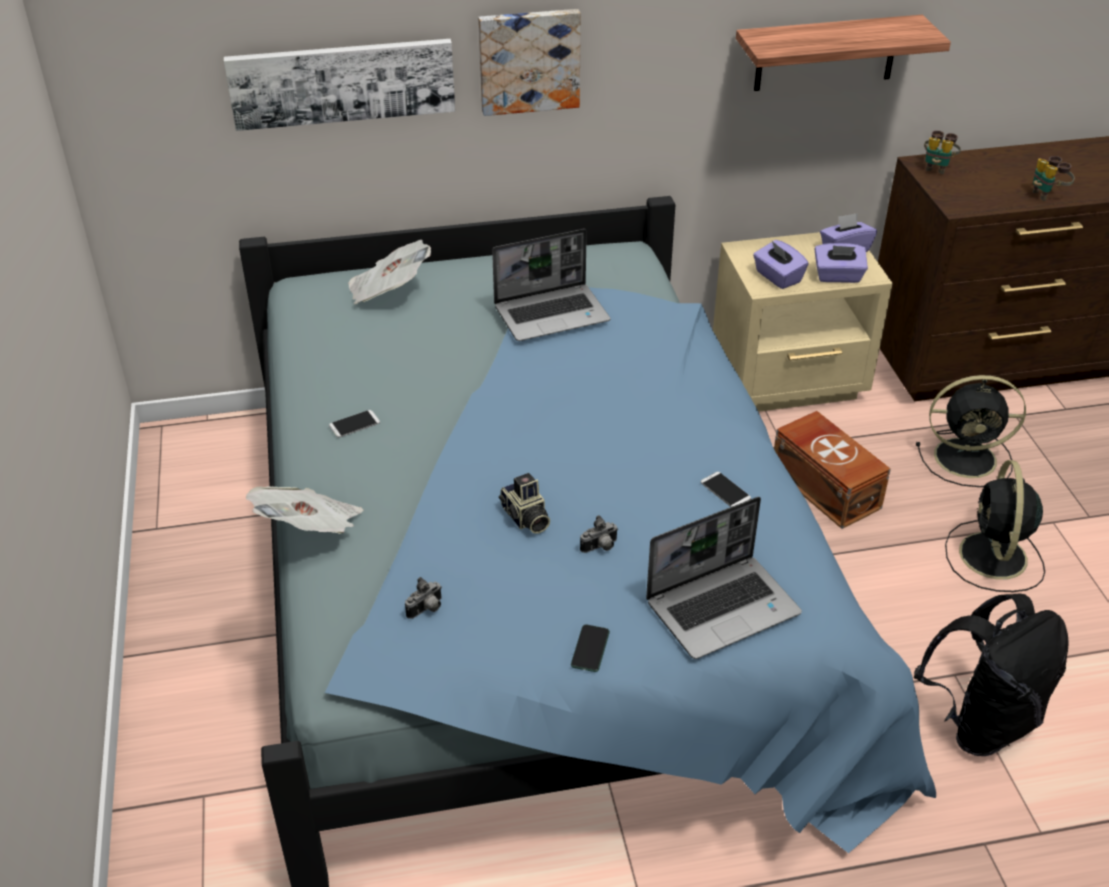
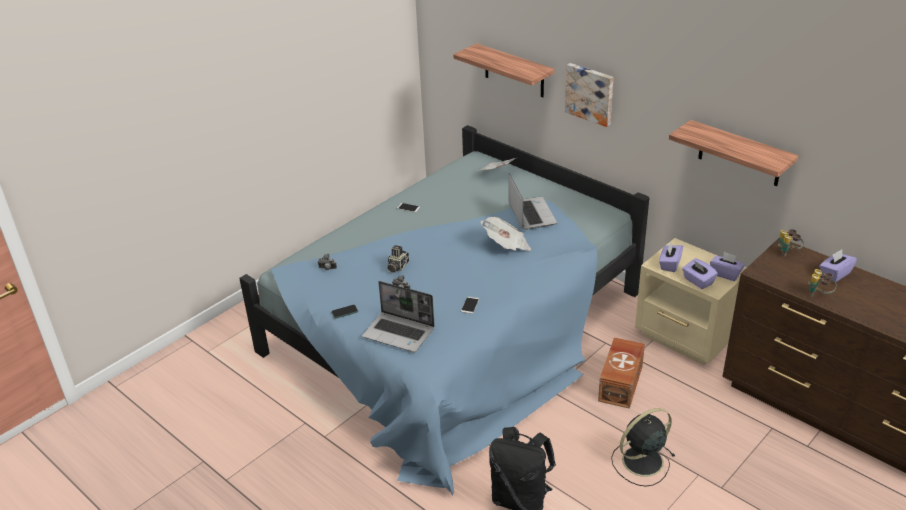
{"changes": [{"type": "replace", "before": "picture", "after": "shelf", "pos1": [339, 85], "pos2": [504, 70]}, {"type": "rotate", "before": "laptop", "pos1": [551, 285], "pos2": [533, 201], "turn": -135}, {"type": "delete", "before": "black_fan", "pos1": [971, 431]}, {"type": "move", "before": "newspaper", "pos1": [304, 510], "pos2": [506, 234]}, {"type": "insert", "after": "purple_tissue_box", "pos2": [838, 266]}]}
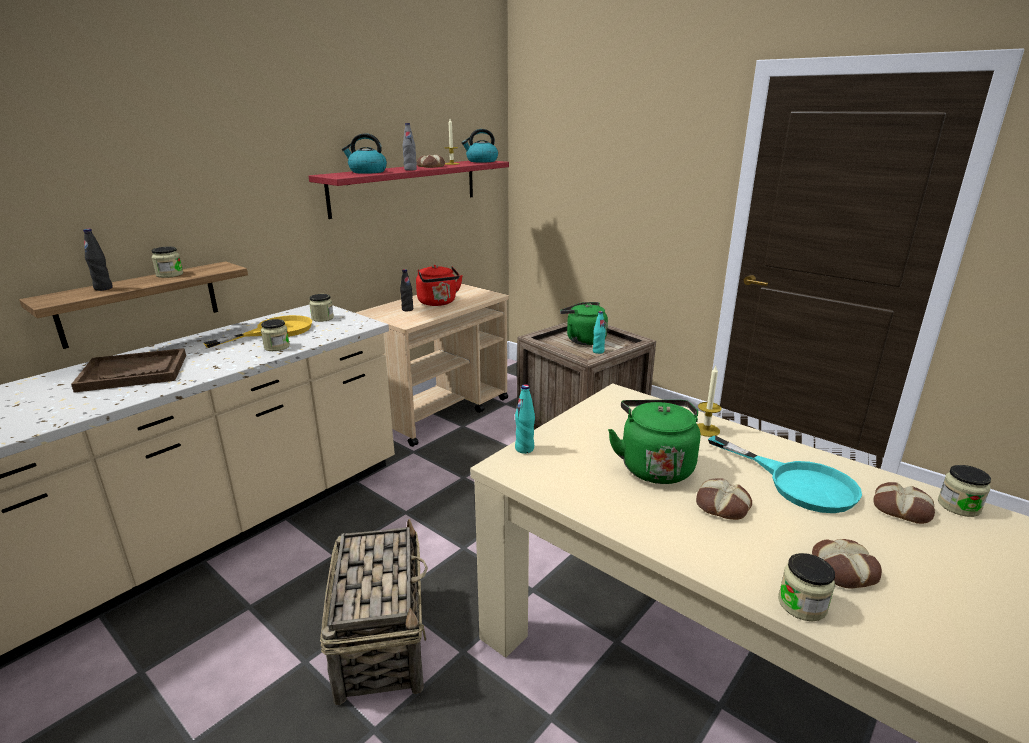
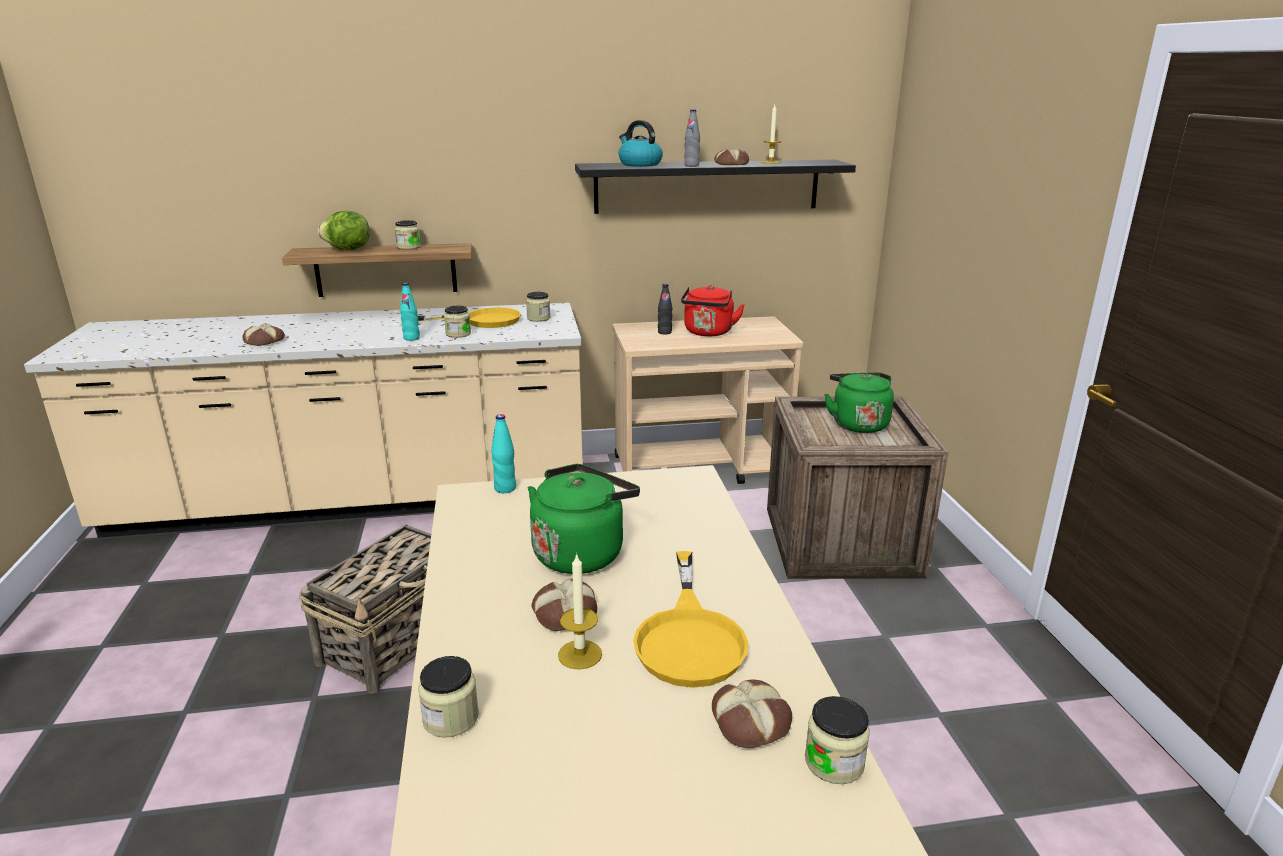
{"changes": [{"type": "delete", "before": "kettle", "pos1": [480, 146]}, {"type": "recolor", "before": "red_shelf", "after": "black_shelf", "pos1": [409, 190], "pos2": [715, 187]}, {"type": "replace", "before": "black_bottle", "after": "lettuce", "pos1": [98, 260], "pos2": [344, 230]}, {"type": "move", "before": "turquoise_bottle", "pos1": [599, 332], "pos2": [410, 312]}, {"type": "delete", "before": "brown_tray", "pos1": [128, 370]}, {"type": "move", "before": "candle", "pos1": [709, 401], "pos2": [580, 611]}, {"type": "recolor", "before": "turquoise_frying_pan", "after": "yellow_frying_pan", "pos1": [785, 474], "pos2": [690, 619]}, {"type": "move", "before": "bread", "pos1": [847, 564], "pos2": [263, 334]}]}
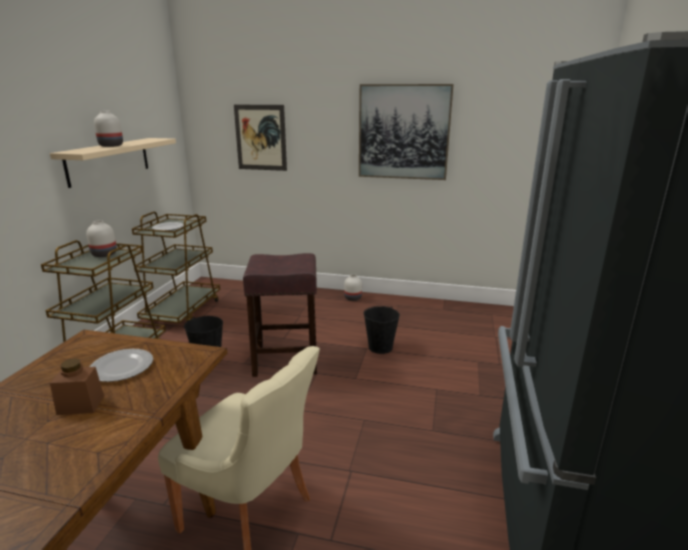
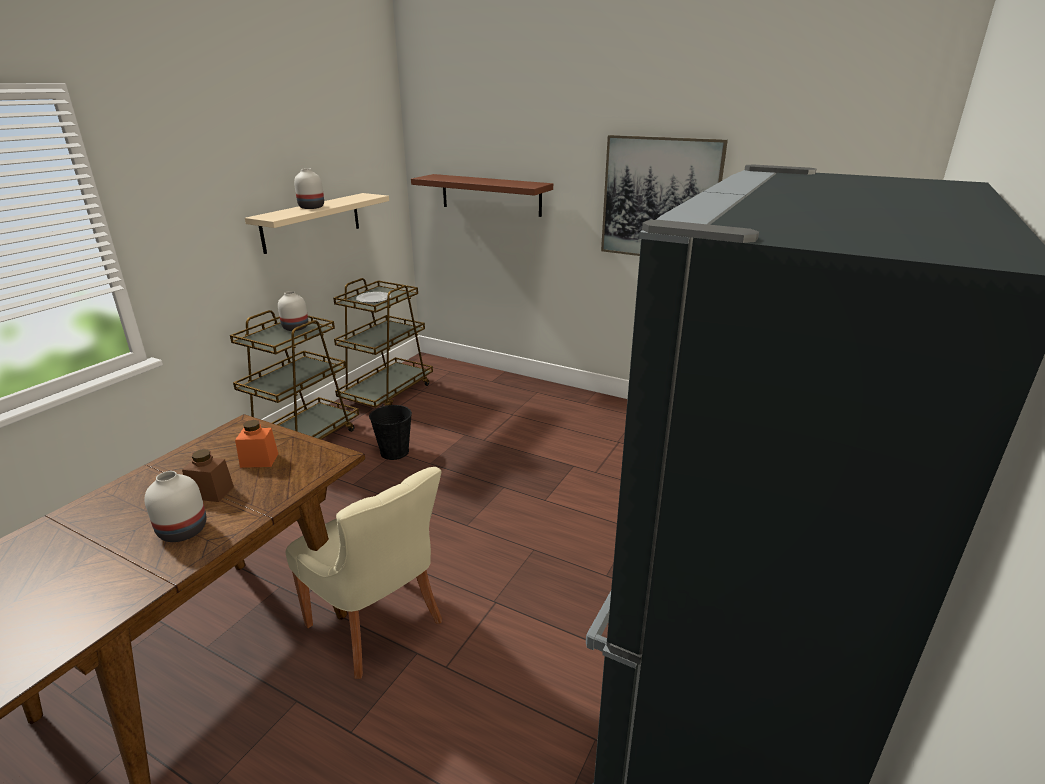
{"changes": [{"type": "replace", "before": "picture", "after": "brown_shelf", "pos1": [260, 138], "pos2": [482, 195]}, {"type": "delete", "before": "brown_stool", "pos1": [280, 315]}, {"type": "move", "before": "white_vase", "pos1": [353, 287], "pos2": [175, 506]}, {"type": "delete", "before": "black_bucket", "pos1": [381, 330]}, {"type": "replace", "before": "plate", "after": "orange_jar", "pos1": [121, 365], "pos2": [256, 444]}]}
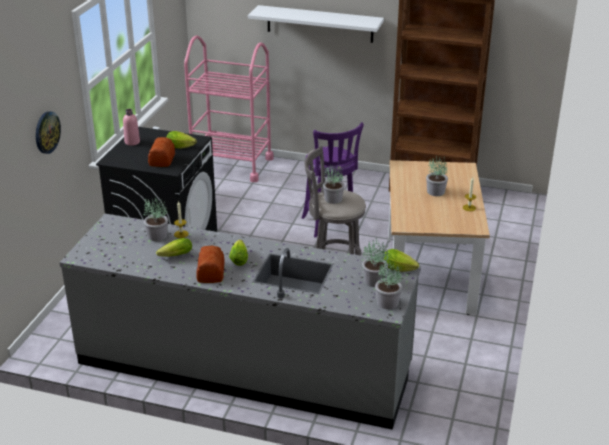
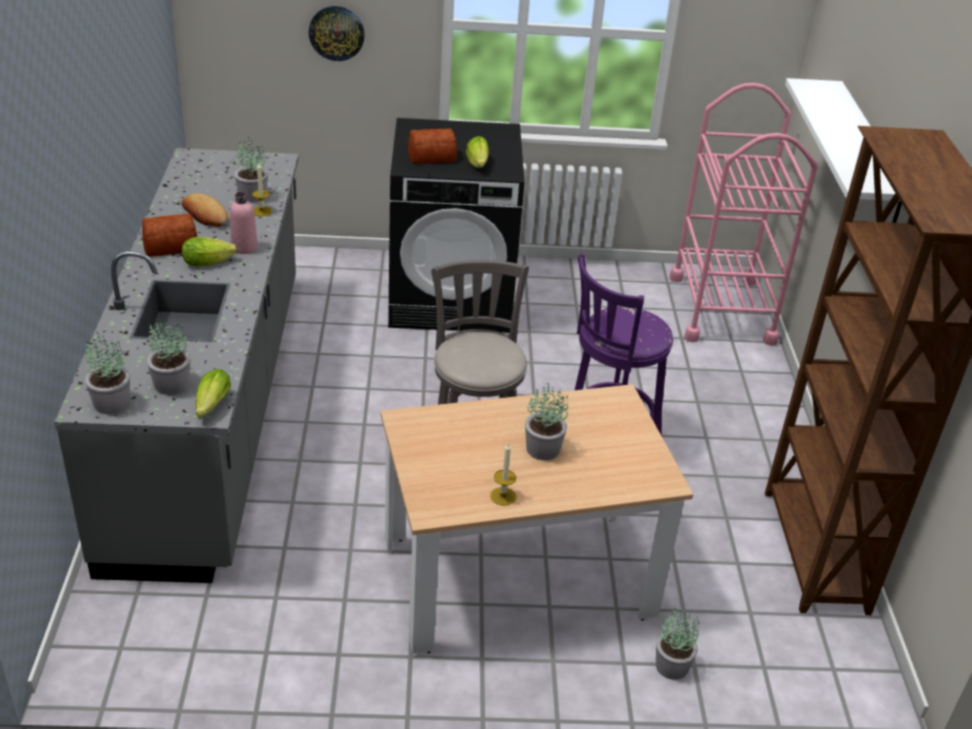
{"changes": [{"type": "move", "before": "pink_bottle", "pos1": [131, 127], "pos2": [244, 223]}, {"type": "move", "before": "potted_plant", "pos1": [334, 184], "pos2": [678, 644]}, {"type": "replace", "before": "lettuce", "after": "bread", "pos1": [174, 247], "pos2": [204, 210]}]}
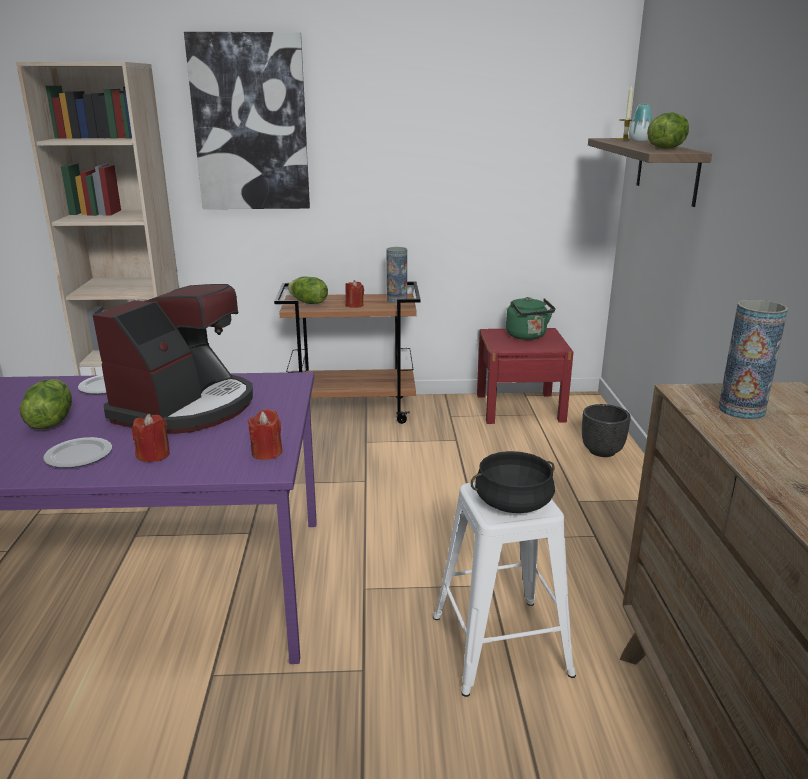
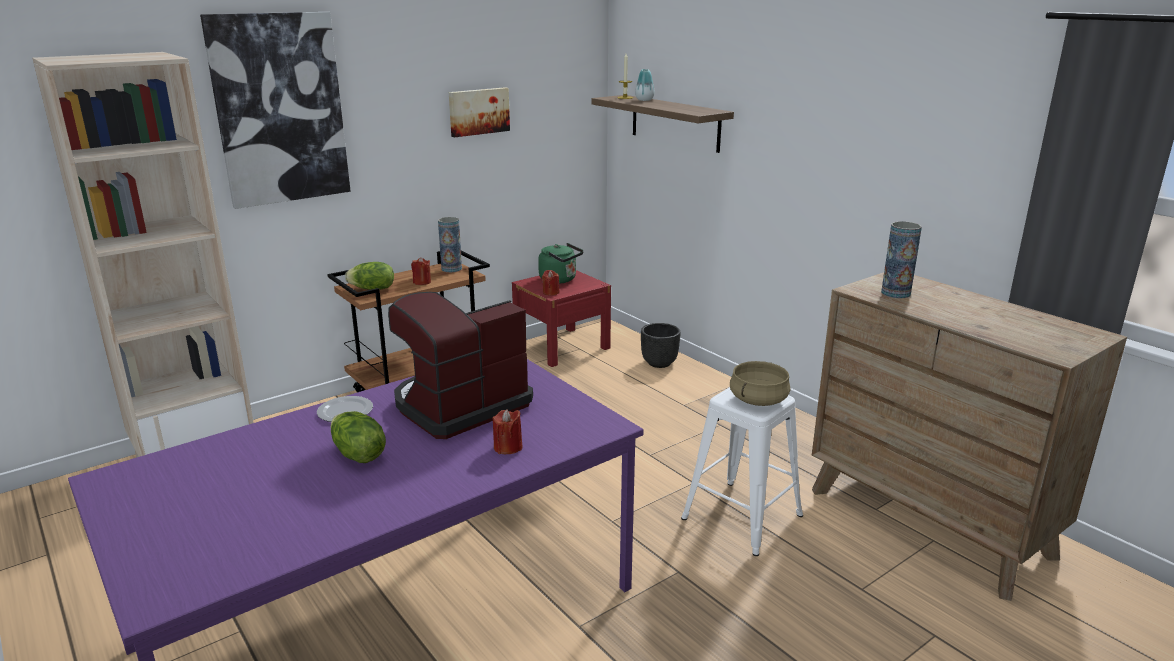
{"changes": [{"type": "delete", "before": "lettuce", "pos1": [668, 130]}, {"type": "rotate", "before": "coffee_machine", "pos1": [173, 359], "pos2": [460, 365], "turn": -120}, {"type": "move", "before": "red_candle", "pos1": [265, 434], "pos2": [550, 283]}, {"type": "delete", "before": "plate", "pos1": [77, 452]}, {"type": "recolor", "before": "black_cooking_pot", "after": "beige_cooking_pot", "pos1": [513, 482], "pos2": [760, 383]}, {"type": "insert", "after": "picture", "pos2": [479, 112]}]}
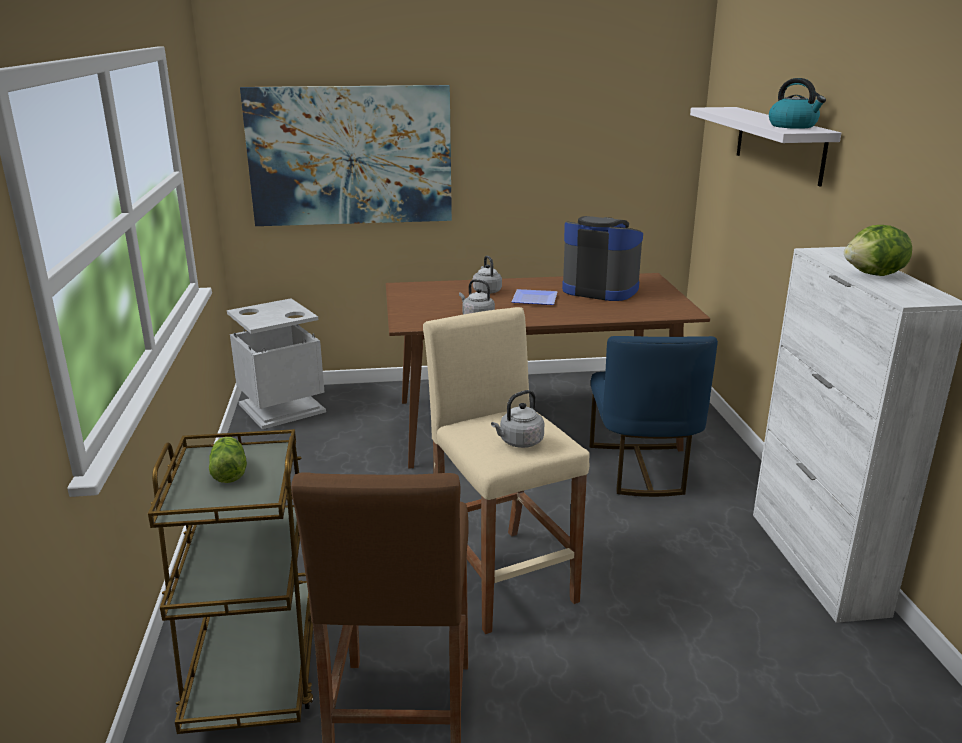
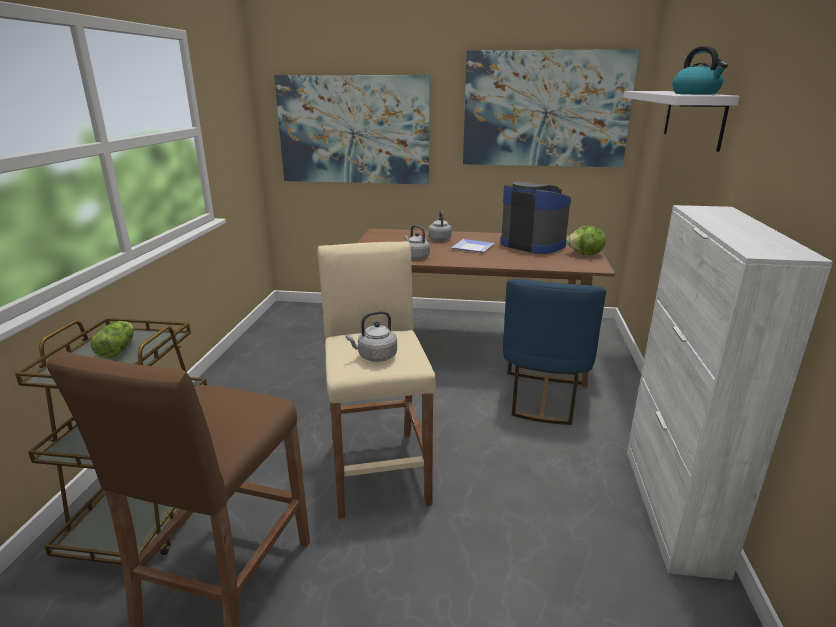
{"changes": [{"type": "move", "before": "lettuce", "pos1": [878, 250], "pos2": [586, 241]}, {"type": "delete", "before": "grey_trash_can", "pos1": [276, 363]}, {"type": "insert", "after": "picture", "pos2": [551, 108]}]}
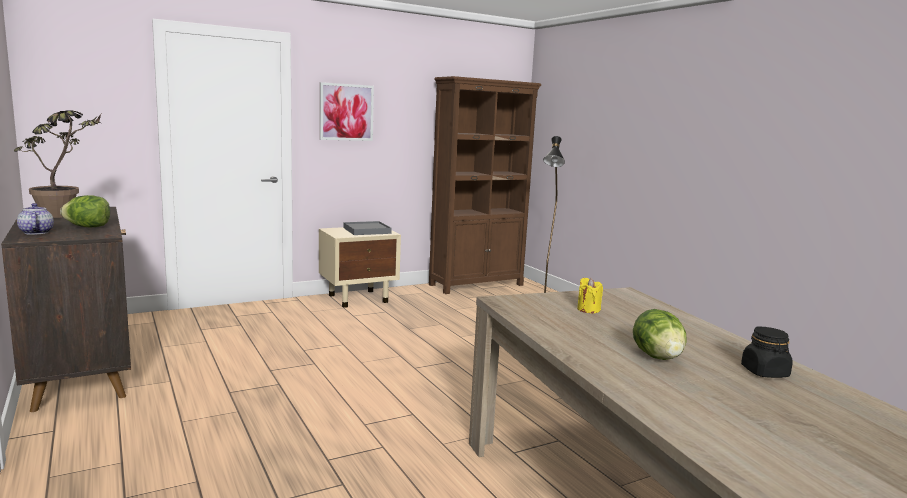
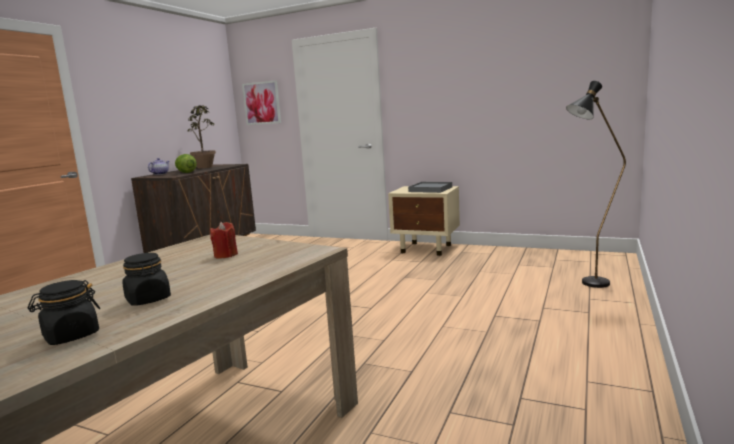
{"changes": [{"type": "delete", "before": "brown_bookcase", "pos1": [485, 185]}, {"type": "move", "before": "picture", "pos1": [347, 111], "pos2": [261, 102]}, {"type": "recolor", "before": "yellow_candle", "after": "red_candle", "pos1": [590, 295], "pos2": [224, 240]}, {"type": "delete", "before": "lettuce", "pos1": [660, 334]}, {"type": "insert", "after": "black_jar", "pos2": [146, 279]}]}
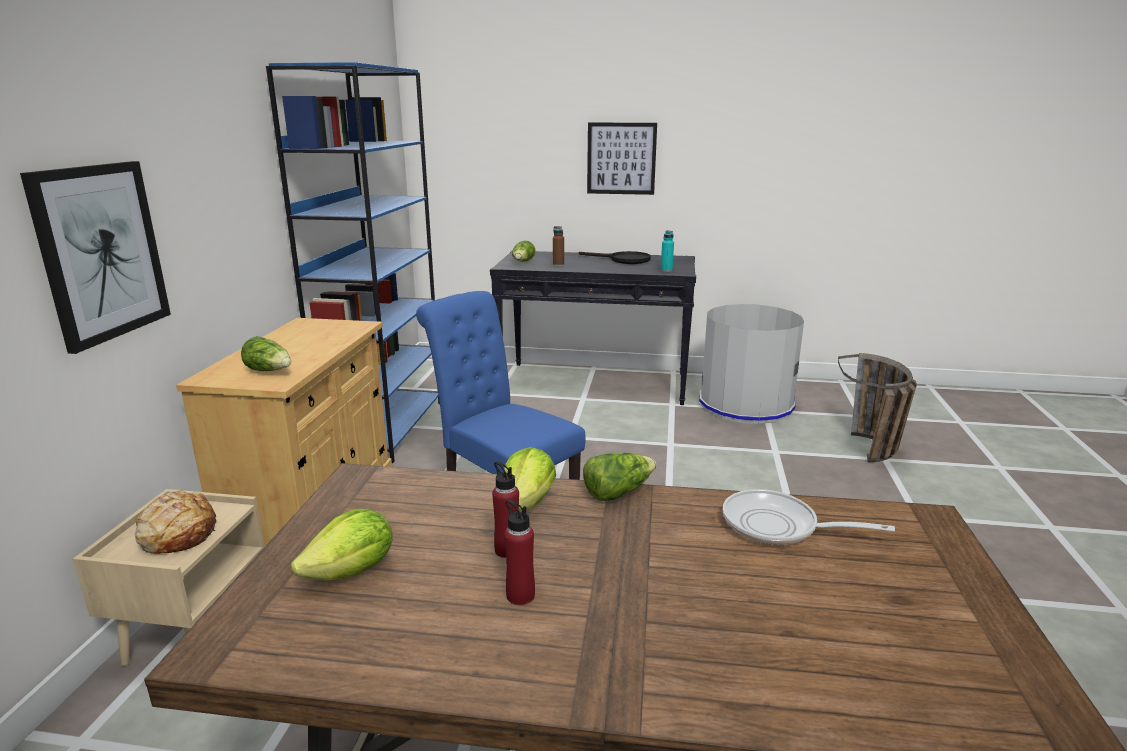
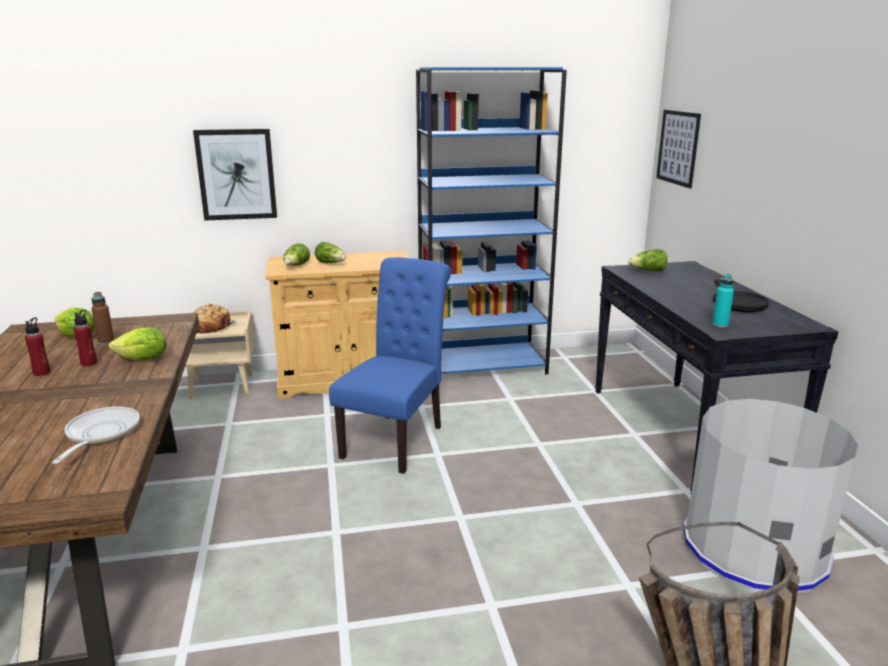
{"changes": [{"type": "move", "before": "picture", "pos1": [622, 158], "pos2": [678, 149]}, {"type": "move", "before": "brown_bottle", "pos1": [558, 246], "pos2": [102, 318]}, {"type": "move", "before": "lettuce", "pos1": [619, 477], "pos2": [330, 252]}]}
